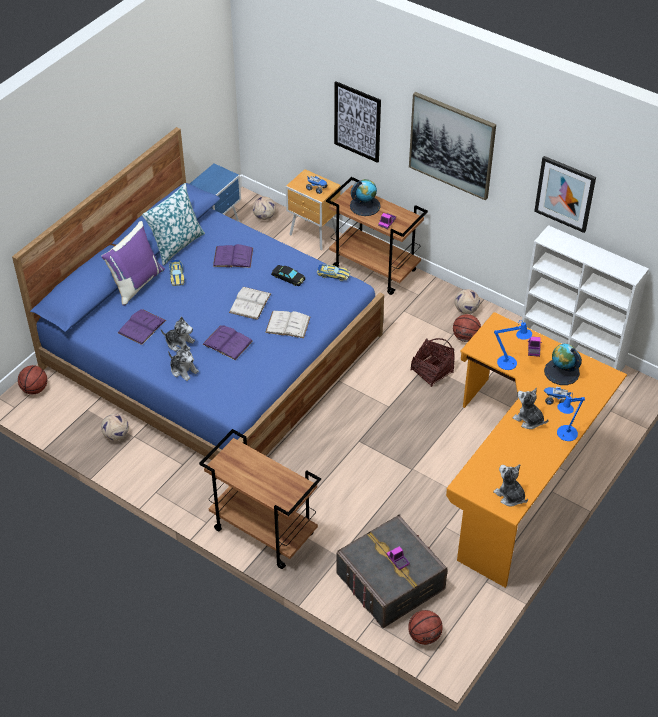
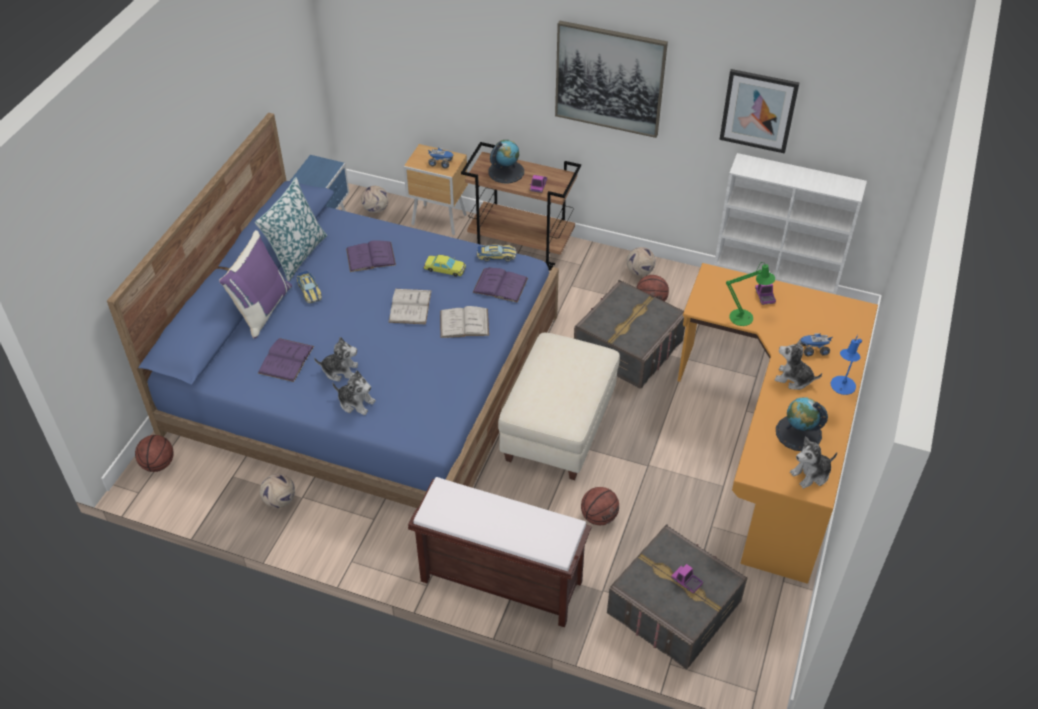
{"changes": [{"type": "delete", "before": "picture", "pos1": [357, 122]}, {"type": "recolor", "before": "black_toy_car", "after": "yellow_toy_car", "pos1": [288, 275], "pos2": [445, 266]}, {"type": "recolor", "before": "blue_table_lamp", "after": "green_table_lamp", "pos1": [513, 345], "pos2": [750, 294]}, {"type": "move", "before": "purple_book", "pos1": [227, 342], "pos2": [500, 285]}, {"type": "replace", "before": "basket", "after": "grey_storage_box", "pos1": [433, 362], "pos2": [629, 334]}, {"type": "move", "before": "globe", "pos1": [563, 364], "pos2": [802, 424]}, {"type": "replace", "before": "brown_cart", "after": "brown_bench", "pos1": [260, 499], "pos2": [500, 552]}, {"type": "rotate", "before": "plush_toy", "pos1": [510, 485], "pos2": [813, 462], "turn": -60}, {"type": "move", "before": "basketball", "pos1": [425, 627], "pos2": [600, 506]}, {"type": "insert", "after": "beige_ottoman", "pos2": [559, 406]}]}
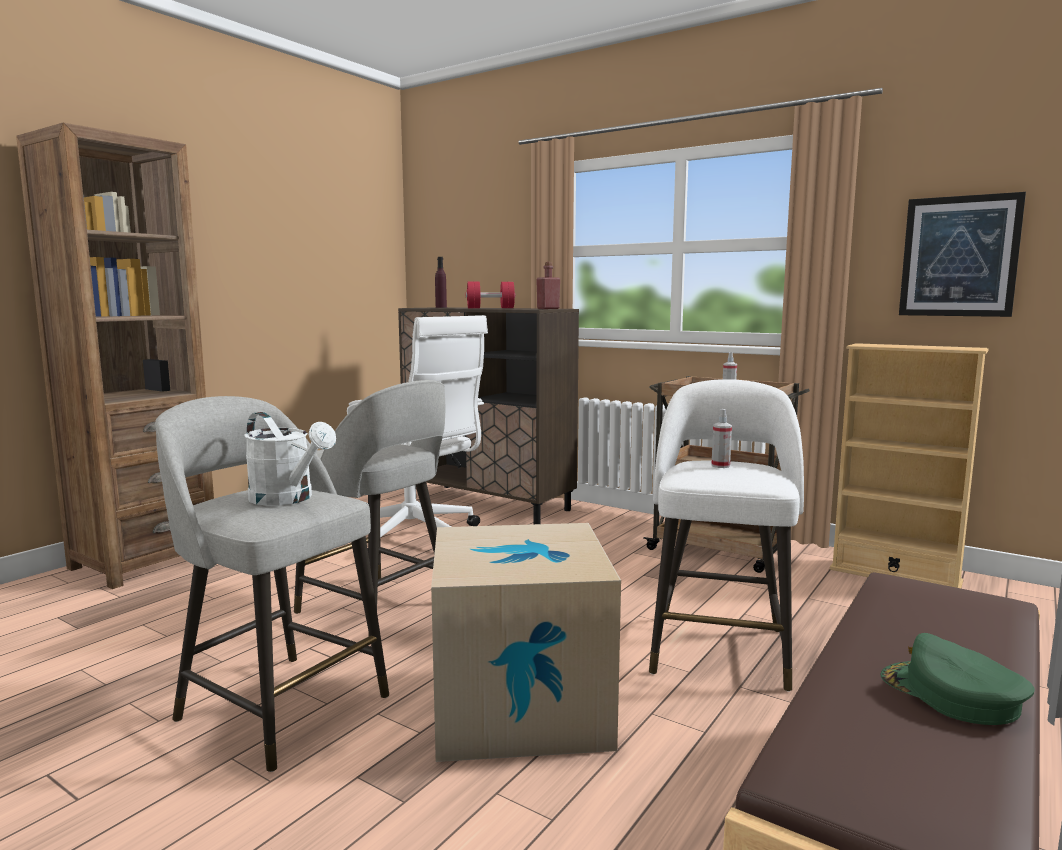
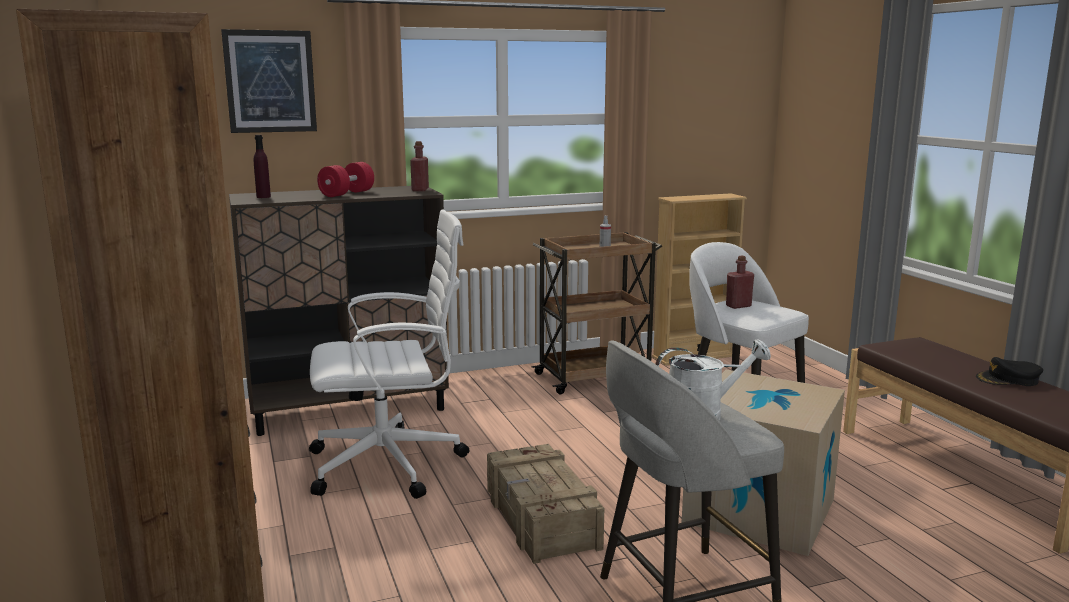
{"changes": [{"type": "move", "before": "picture", "pos1": [962, 254], "pos2": [269, 81]}, {"type": "replace", "before": "grey_stool", "after": "crate", "pos1": [369, 508], "pos2": [545, 504]}, {"type": "replace", "before": "spray_bottle", "after": "red_bottle", "pos1": [721, 438], "pos2": [740, 282]}, {"type": "recolor", "before": "green_cap", "after": "black_cap", "pos1": [957, 679], "pos2": [1009, 371]}]}
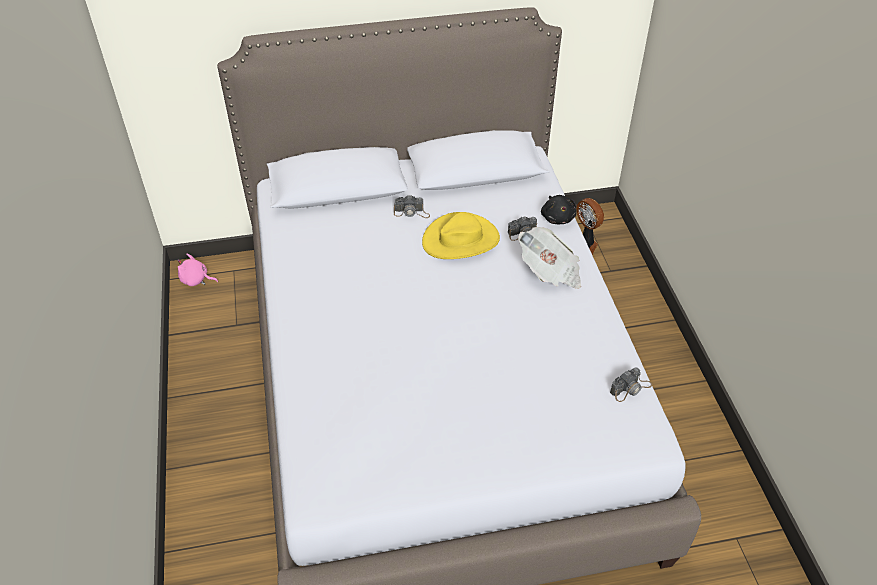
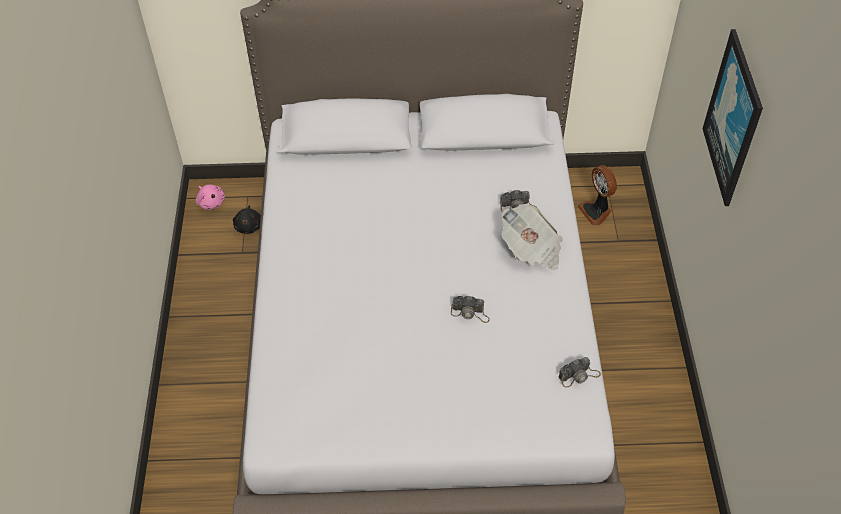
{"changes": [{"type": "move", "before": "photo_camera", "pos1": [412, 206], "pos2": [470, 309]}, {"type": "move", "before": "black_plush_toy", "pos1": [559, 209], "pos2": [247, 219]}, {"type": "delete", "before": "yellow_hat", "pos1": [461, 235]}, {"type": "rotate", "before": "pink_plush_toy", "pos1": [197, 270], "pos2": [210, 197], "turn": -150}, {"type": "insert", "after": "picture", "pos2": [732, 117]}]}
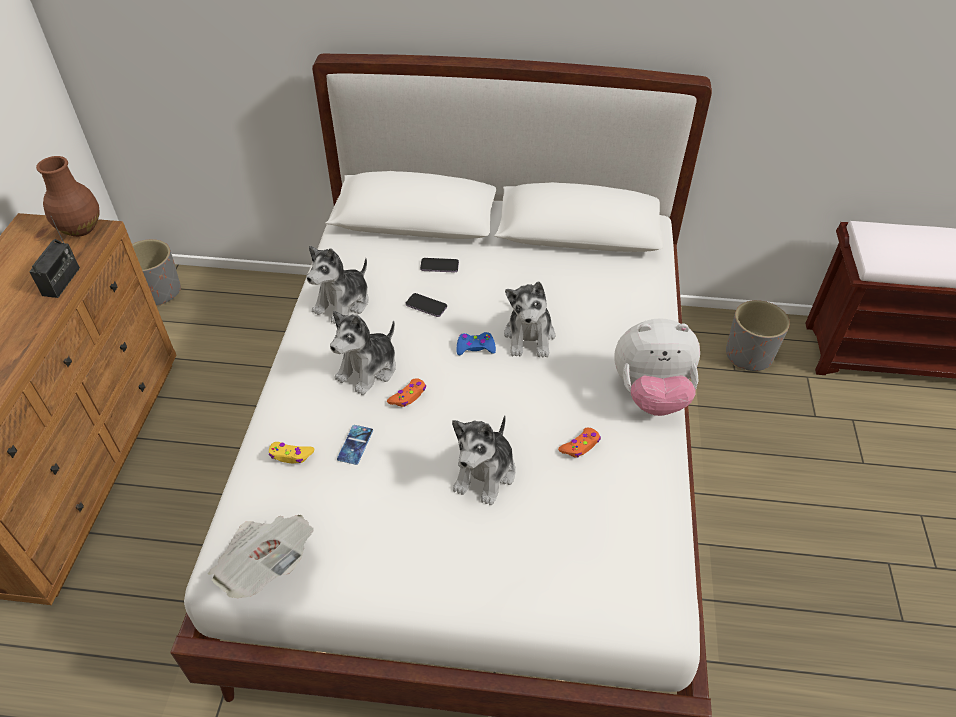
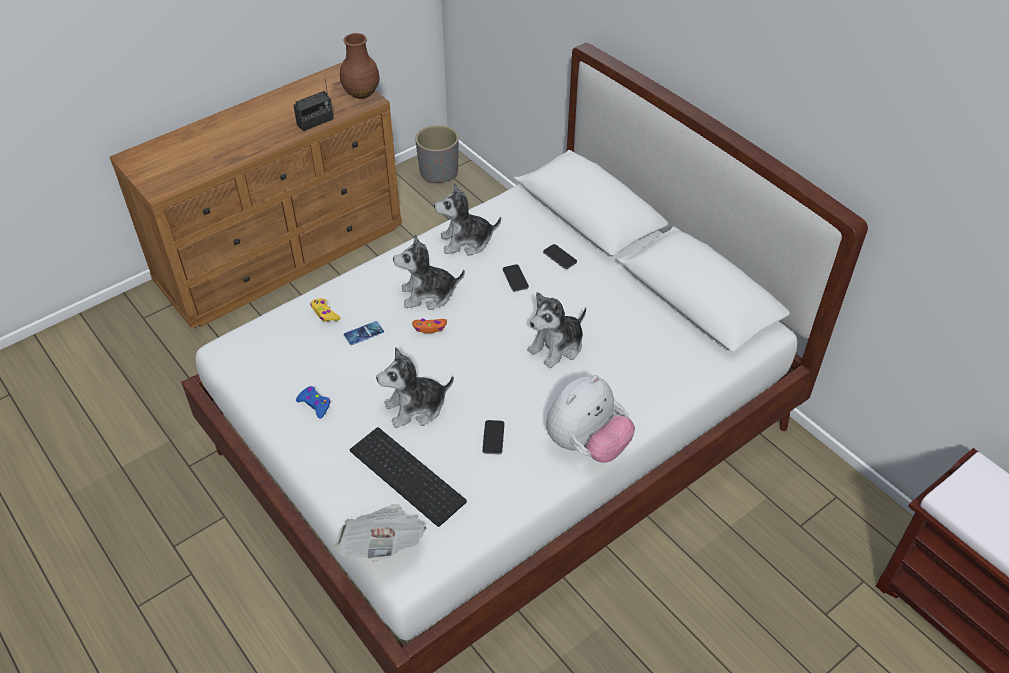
{"changes": [{"type": "delete", "before": "grey_planter", "pos1": [758, 335]}, {"type": "rotate", "before": "plush_toy", "pos1": [657, 367], "pos2": [590, 419], "turn": -90}, {"type": "move", "before": "blue_game_controller", "pos1": [476, 343], "pos2": [313, 402]}, {"type": "replace", "before": "orange_game_controller", "after": "phone", "pos1": [579, 443], "pos2": [493, 437]}, {"type": "move", "before": "newspaper", "pos1": [261, 557], "pos2": [380, 533]}, {"type": "insert", "after": "keyboard", "pos2": [408, 477]}]}
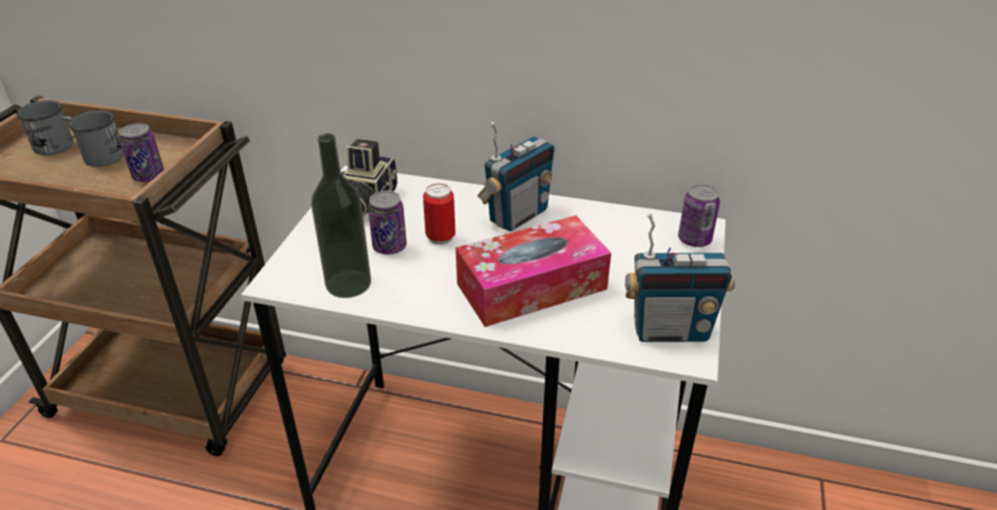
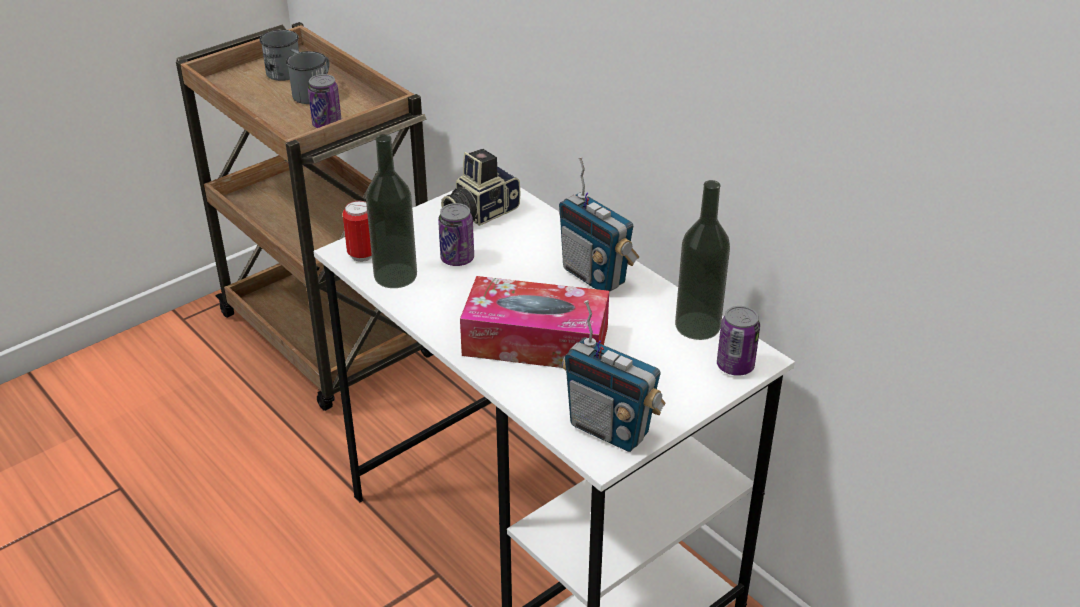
{"changes": [{"type": "rotate", "before": "radio", "pos1": [516, 177], "pos2": [599, 224], "turn": 60}, {"type": "move", "before": "can", "pos1": [439, 214], "pos2": [357, 231]}, {"type": "insert", "after": "bottle", "pos2": [702, 260]}]}
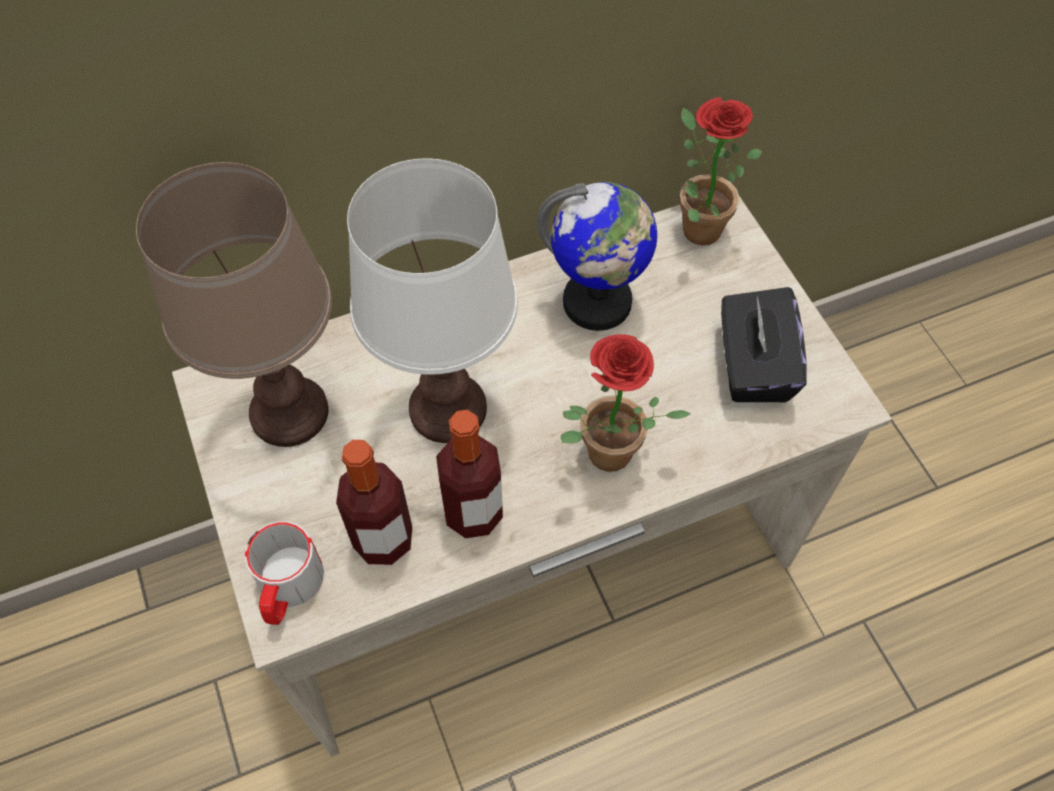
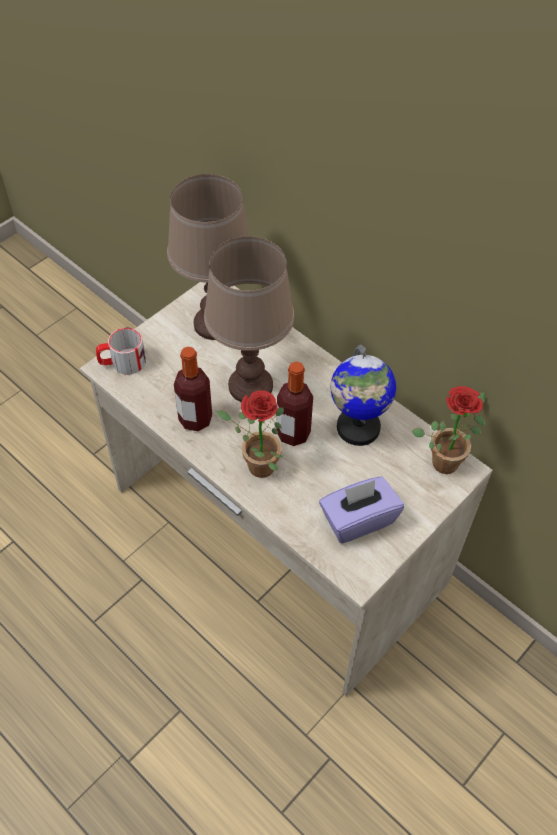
{"changes": [{"type": "recolor", "before": "white_table_lamp", "after": "brown_table_lamp", "pos1": [432, 300], "pos2": [249, 319]}, {"type": "recolor", "before": "black_tissue_box", "after": "purple_tissue_box", "pos1": [764, 344], "pos2": [361, 510]}, {"type": "move", "before": "bottle", "pos1": [374, 502], "pos2": [294, 403]}]}
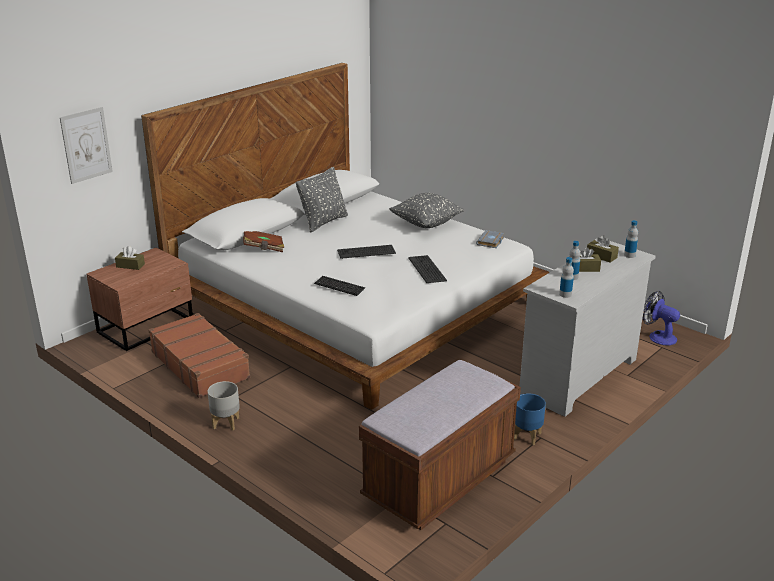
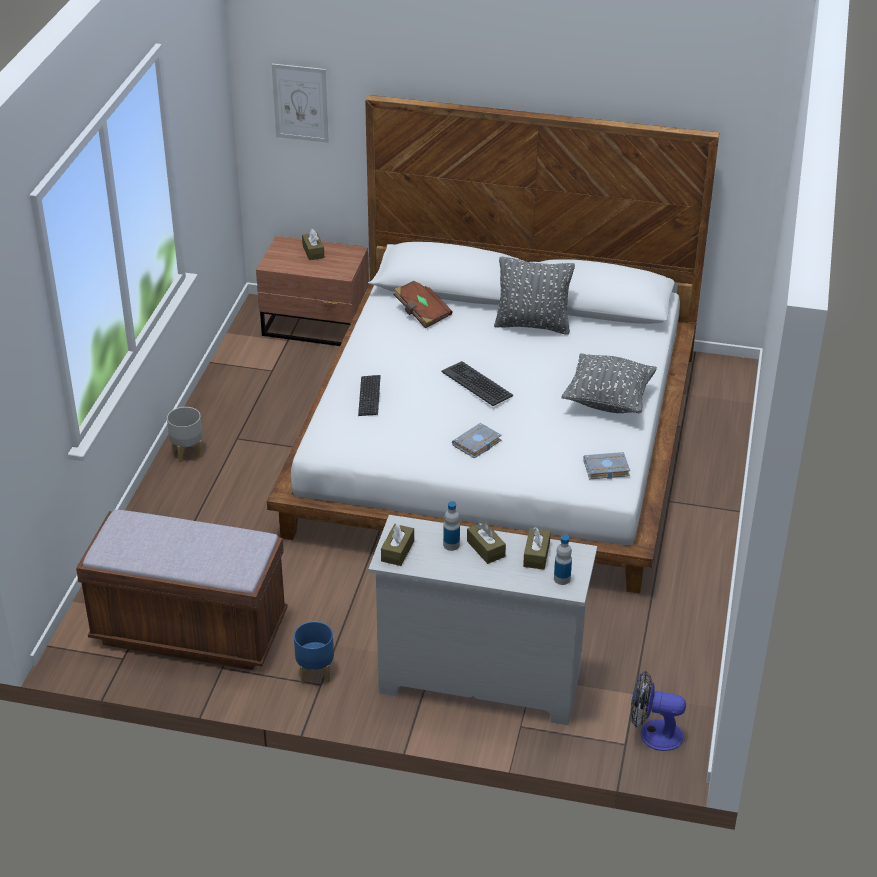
{"changes": [{"type": "replace", "before": "keyboard", "after": "grey_book", "pos1": [427, 269], "pos2": [477, 440]}, {"type": "replace", "before": "bottle", "after": "brown_tissue_box", "pos1": [566, 277], "pos2": [397, 544]}, {"type": "rotate", "before": "fan", "pos1": [661, 318], "pos2": [658, 711], "turn": -90}, {"type": "delete", "before": "brown_suitcase", "pos1": [199, 355]}]}
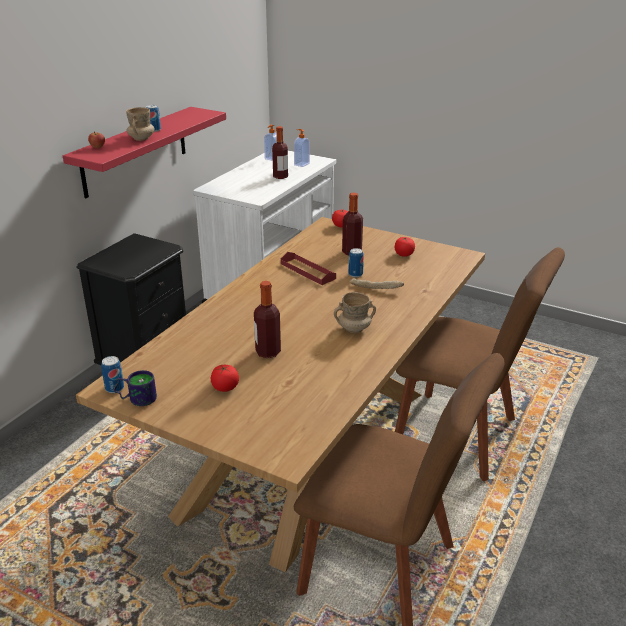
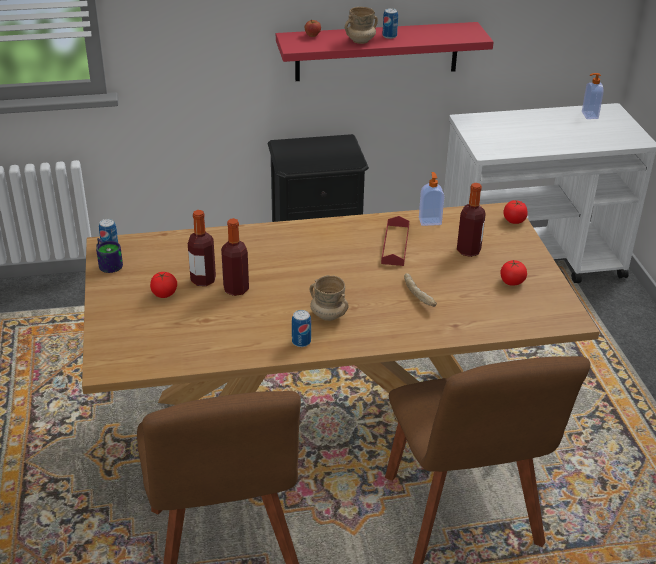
{"changes": [{"type": "move", "before": "bottle", "pos1": [280, 152], "pos2": [202, 248]}, {"type": "move", "before": "soap_dispenser", "pos1": [302, 148], "pos2": [431, 199]}, {"type": "move", "before": "can", "pos1": [356, 262], "pos2": [301, 328]}]}
